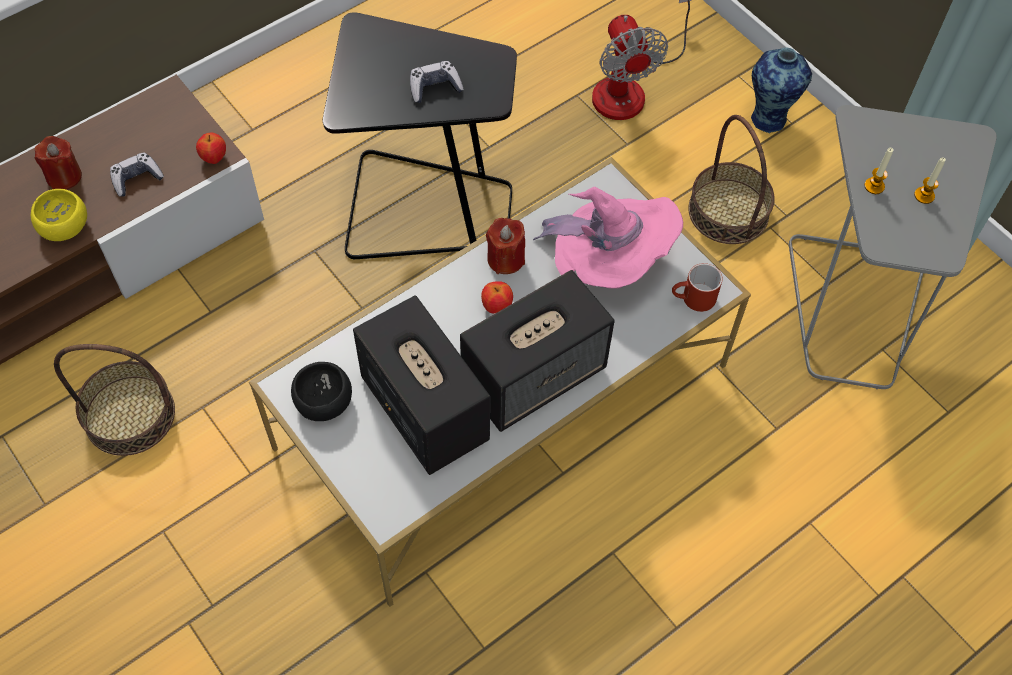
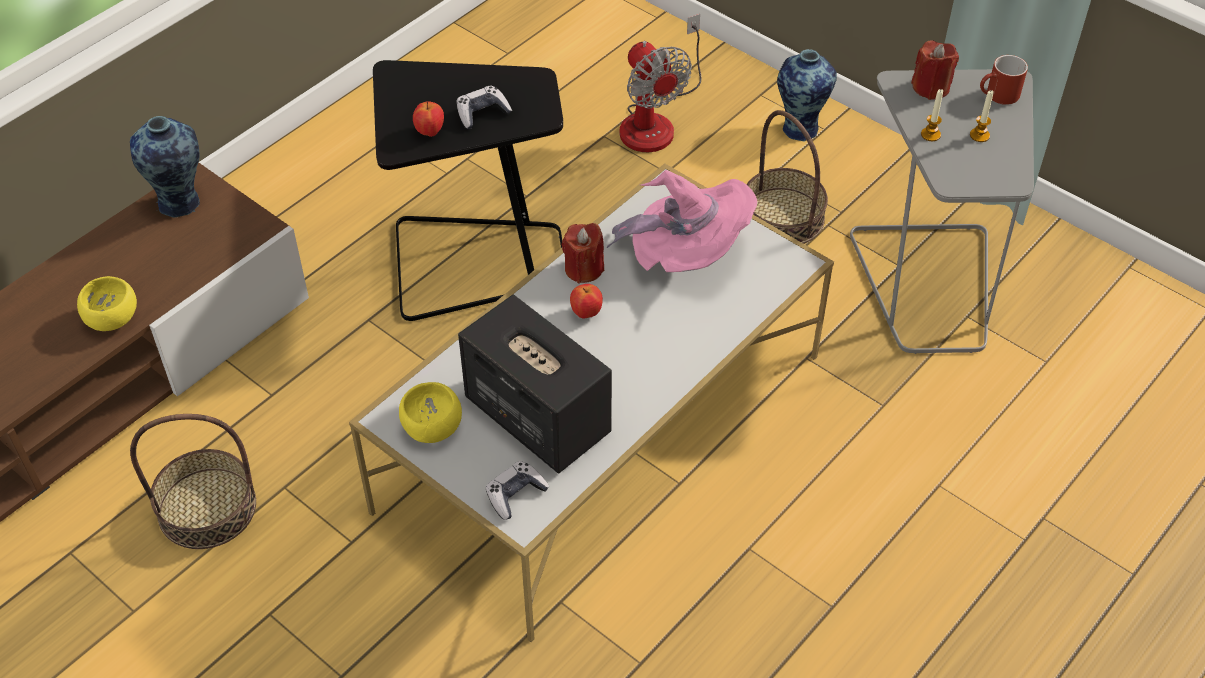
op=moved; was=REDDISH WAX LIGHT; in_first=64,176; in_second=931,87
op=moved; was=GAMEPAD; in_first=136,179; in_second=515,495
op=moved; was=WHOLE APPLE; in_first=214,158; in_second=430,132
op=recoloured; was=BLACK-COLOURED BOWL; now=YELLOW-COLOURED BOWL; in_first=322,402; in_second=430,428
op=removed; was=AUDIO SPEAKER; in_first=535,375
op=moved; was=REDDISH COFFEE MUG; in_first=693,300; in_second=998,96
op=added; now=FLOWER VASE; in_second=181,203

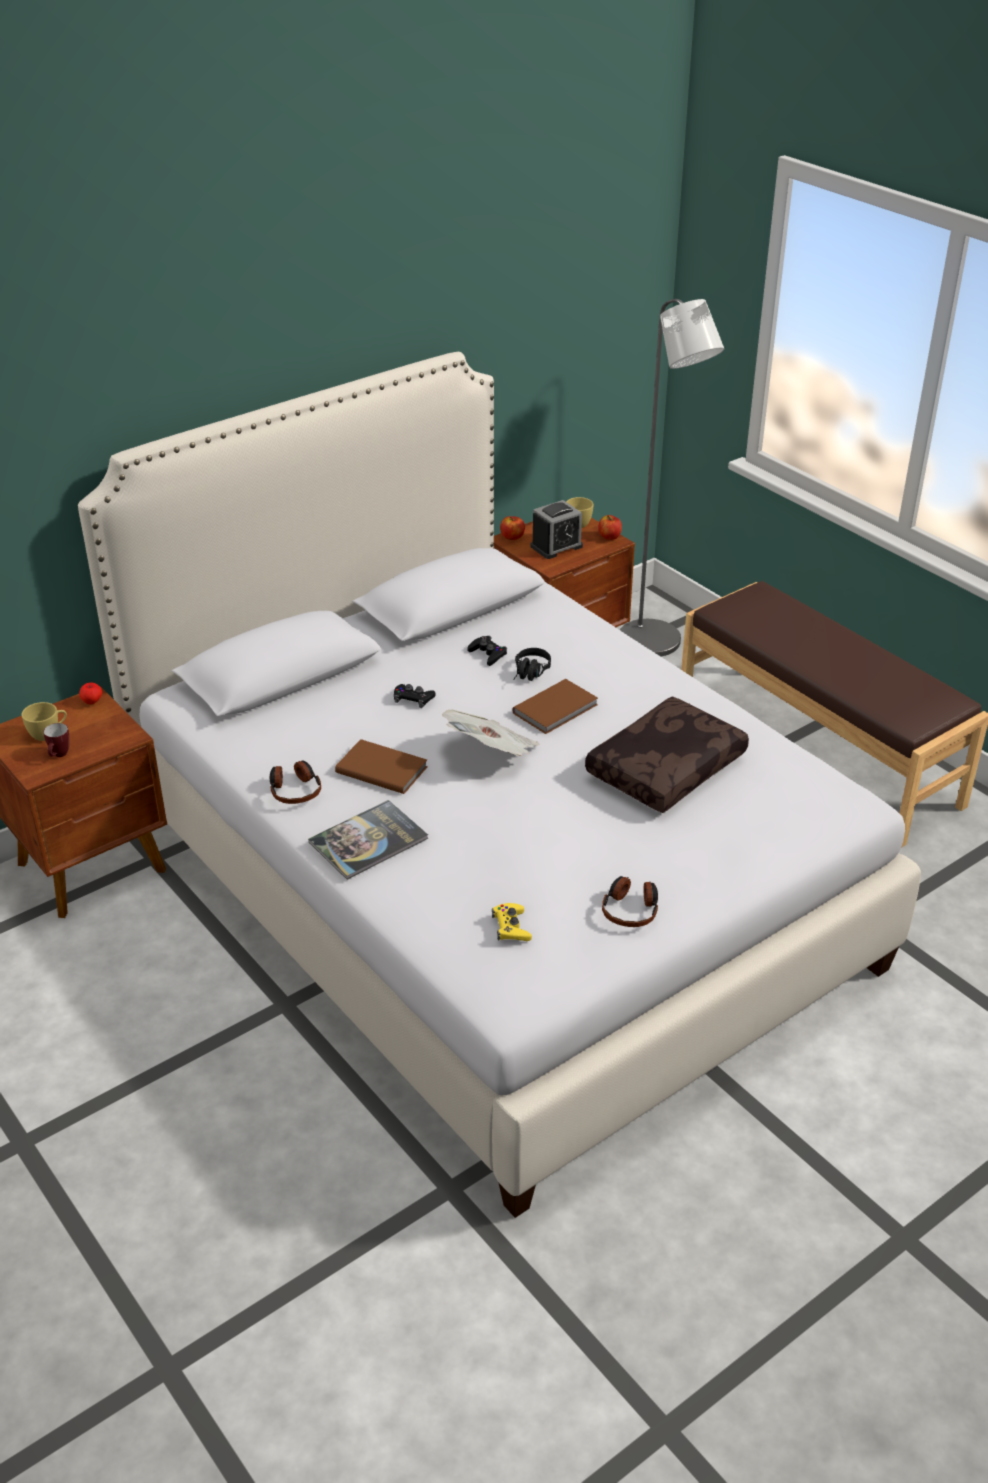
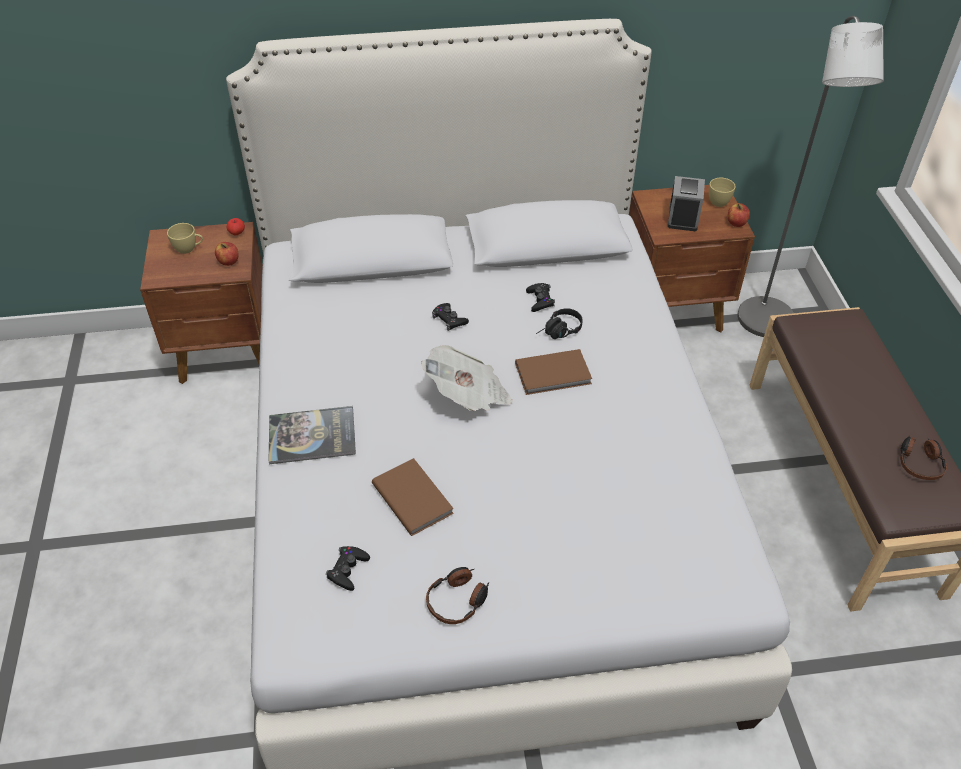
op=removed; was=COFFEE MUG; in_first=59,756
op=moved; was=PAIR OF HEADPHONES; in_first=294,790; in_second=919,462
op=moved; was=BROWNISH BOUND BOOK; in_first=381,768; in_second=413,497
op=recoloured; was=YELLOW-COLOURED GAMEPAD; now=BLACK-COLOURED GAMEPAD; in_first=511,927; in_second=348,570
op=moved; was=WHOLE APPLE; in_first=512,537; in_second=228,261
op=turned; was=BEDSIDE CLOCK; in_first=556,546; in_second=683,217; clockwise=-75
op=removed; was=BROWNISH CUSHION; in_first=665,767

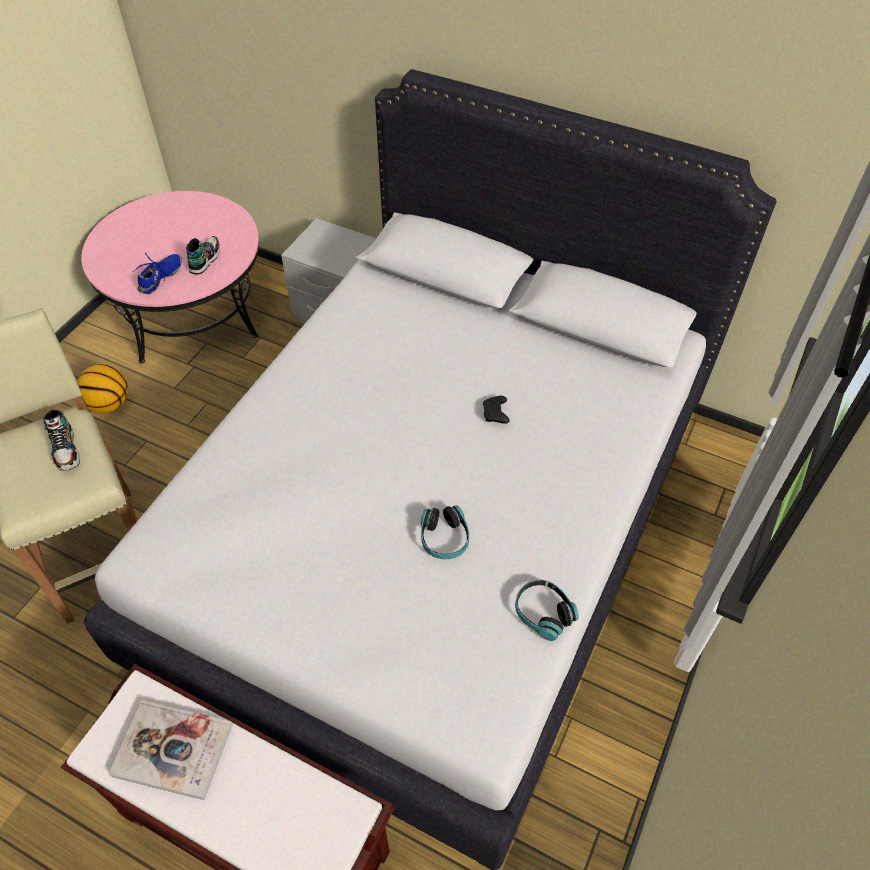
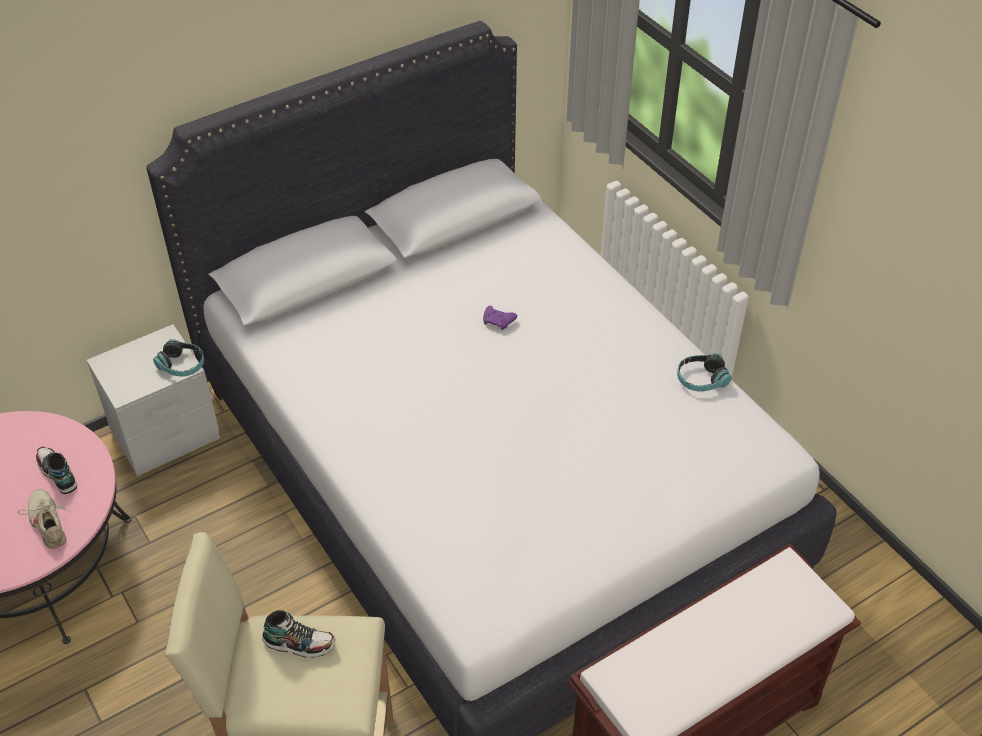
op=removed; was=BASKETBALL BALL; in_first=109,404
op=removed; was=BOUND BOOK; in_first=173,750
op=recoloured; was=BLUISH ITEM OF FOOTWEAR; now=SAND-COLOURED ITEM OF FOOTWEAR; in_first=161,278; in_second=49,523
op=moved; was=PAIR OF HEADPHONES; in_first=444,538; in_second=182,365
op=recoloured; was=BLACK-COLOURED GAMEPAD; now=PURPLE-COLOURED GAMEPAD; in_first=496,414; in_second=498,322

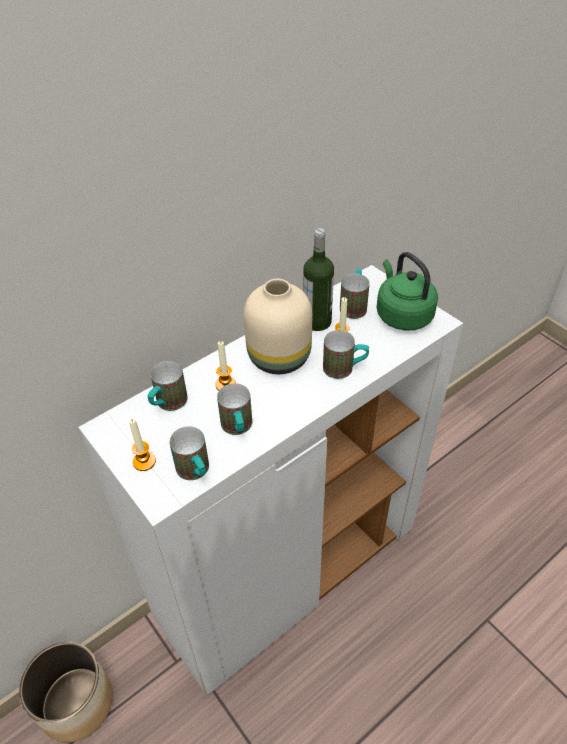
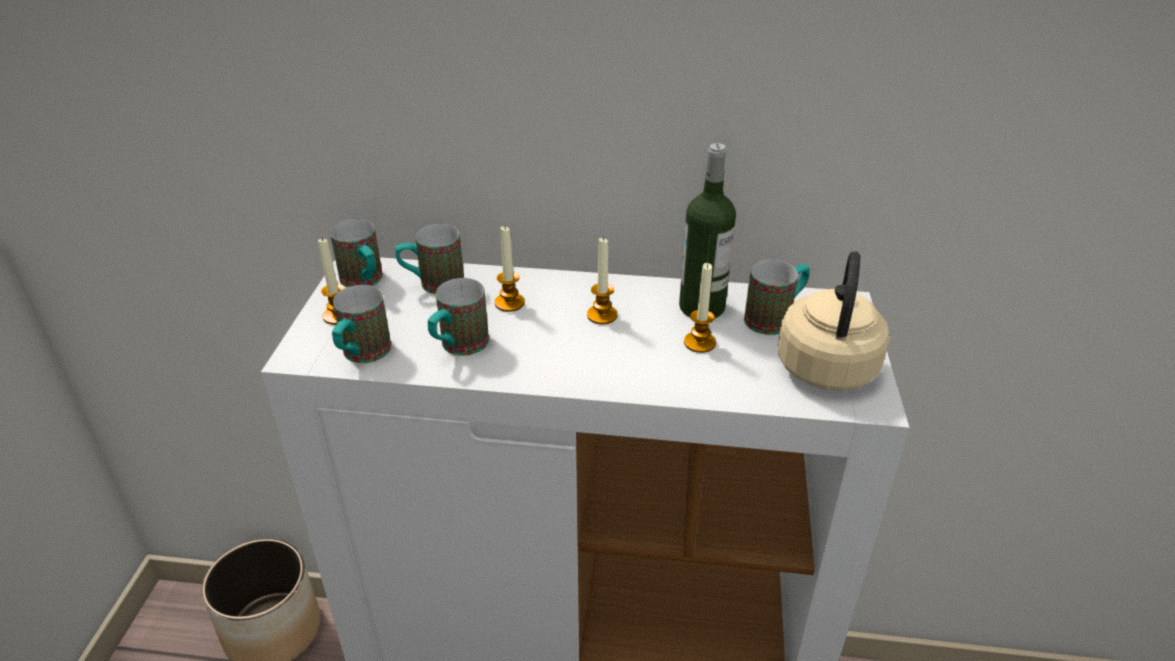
op=replaced; was=SAND-COLOURED FLOWER VASE; now=WAX LIGHT; in_first=280,358; in_second=602,315
op=moved; was=COFFEE MUG; in_first=344,369; in_second=365,282
op=recoloured; was=GREENISH TEA KETTLE; now=SAND-COLOURED TEA KETTLE; in_first=402,314; in_second=827,364

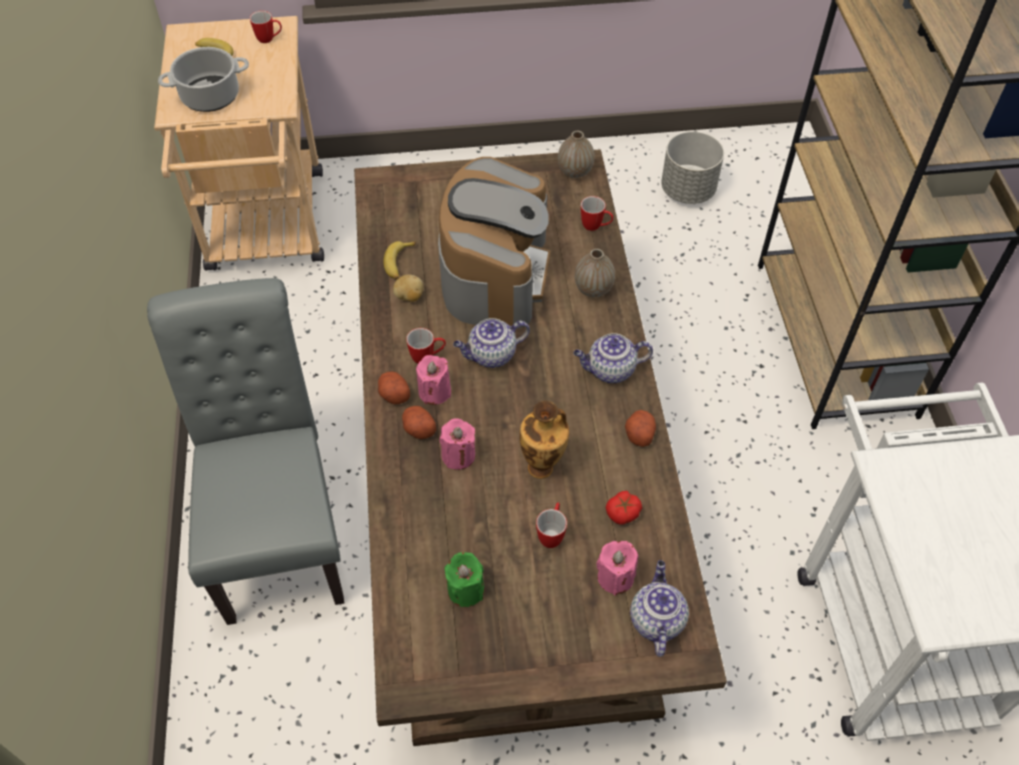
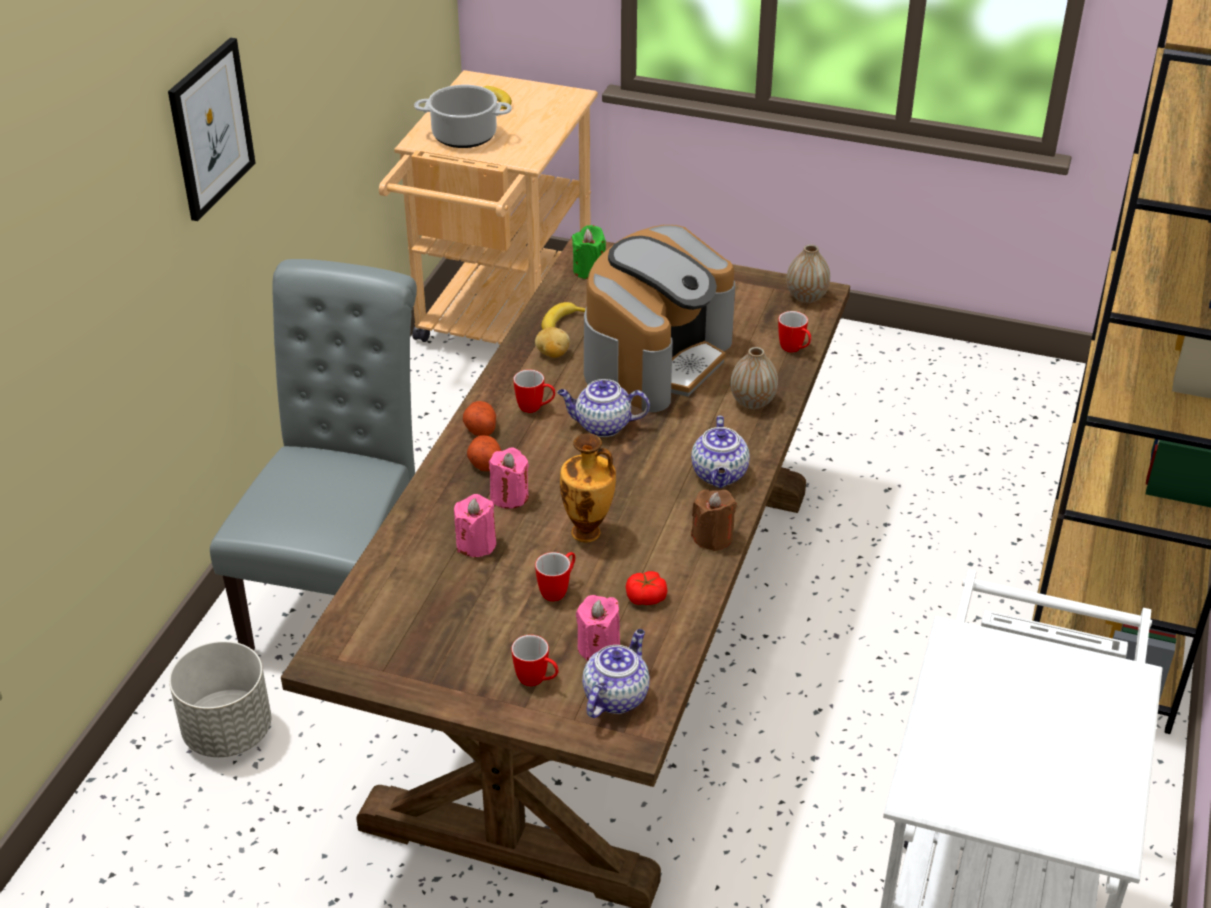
op=moved; was=COFFEE MUG; in_first=269,39; in_second=537,681
op=moved; was=PINKISH WAX LIGHT; in_first=434,391; in_second=476,544
op=moved; was=GREENISH WAX LIGHT; in_first=465,590; in_second=589,270
op=turned; was=TEAPOT; in_first=610,370; in_second=720,475; clockwise=-105
op=replaced; was=WHOLE POTATO; now=BROWNISH WAX LIGHT; in_first=639,433; in_second=712,537
op=moved; was=GREYISH FLOWER POT; in_first=688,190; in_second=229,732
op=added; now=WALL ART; in_second=210,128

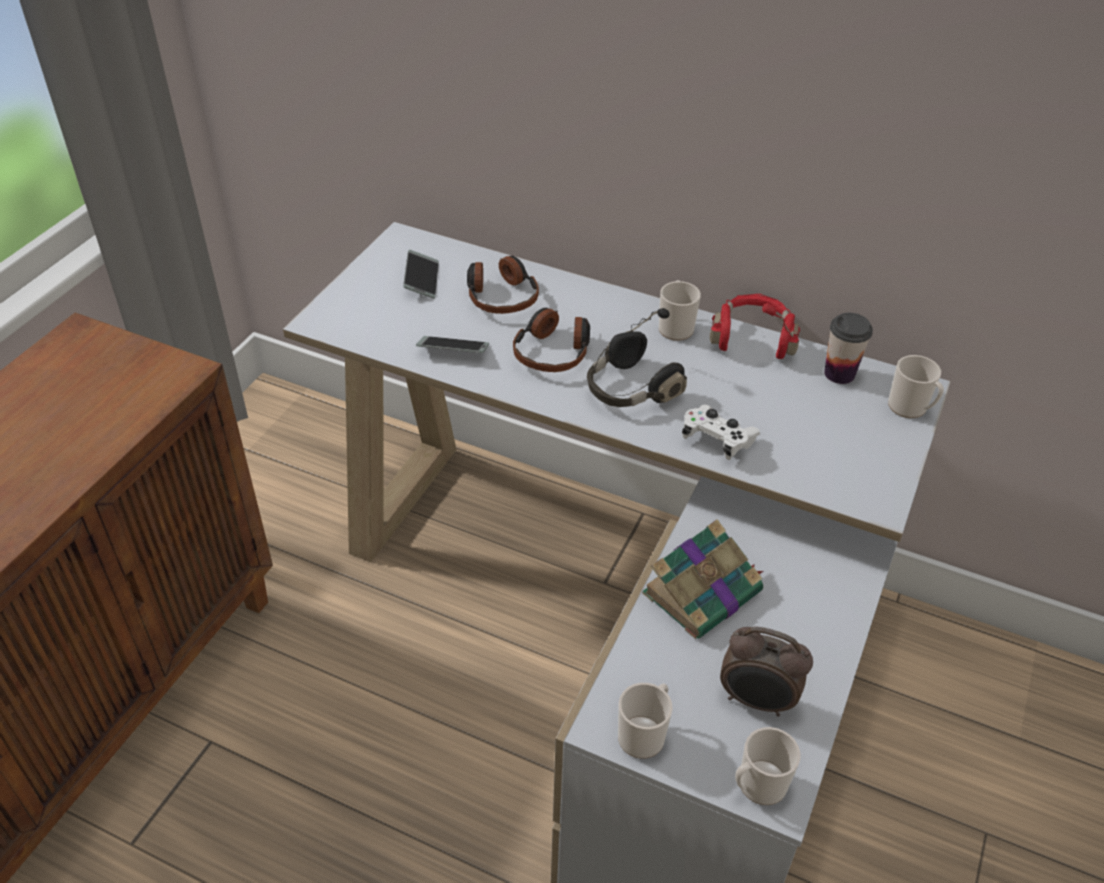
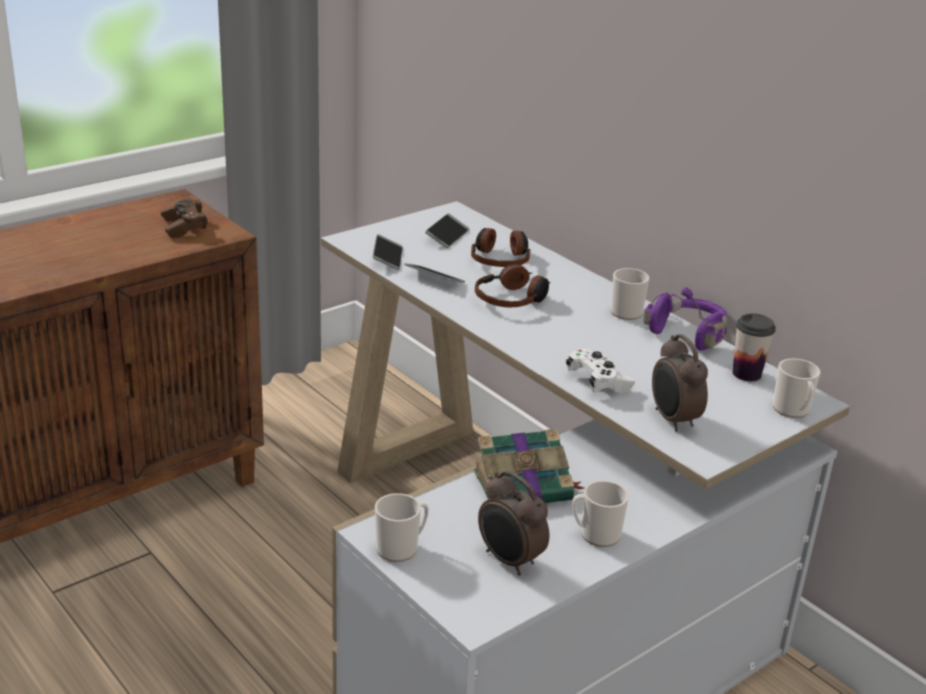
op=removed; was=BLACK-COLOURED PAIR OF HEADPHONES; in_first=630,389
op=recoloured; was=REDDISH PAIR OF HEADPHONES; now=PURPLE-COLOURED PAIR OF HEADPHONES; in_first=753,338; in_second=689,334
op=moved; was=COFFEE MUG; in_first=757,786; in_second=595,534
op=added; now=BROWNISH GAMEPAD; in_second=184,227
op=added; now=HANDSET; in_second=387,258
op=added; now=BEDSIDE CLOCK; in_second=672,420

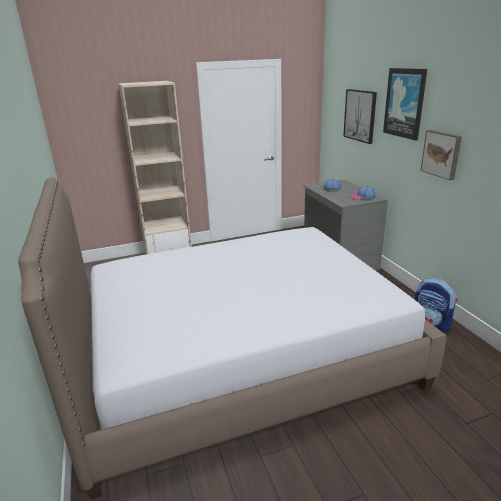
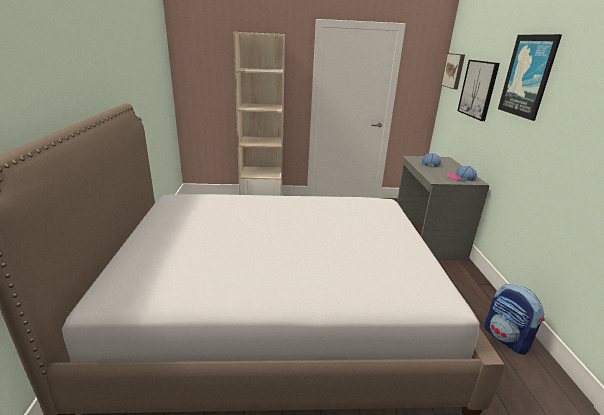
op=moved; was=WALL ART; in_first=441,154; in_second=454,70

